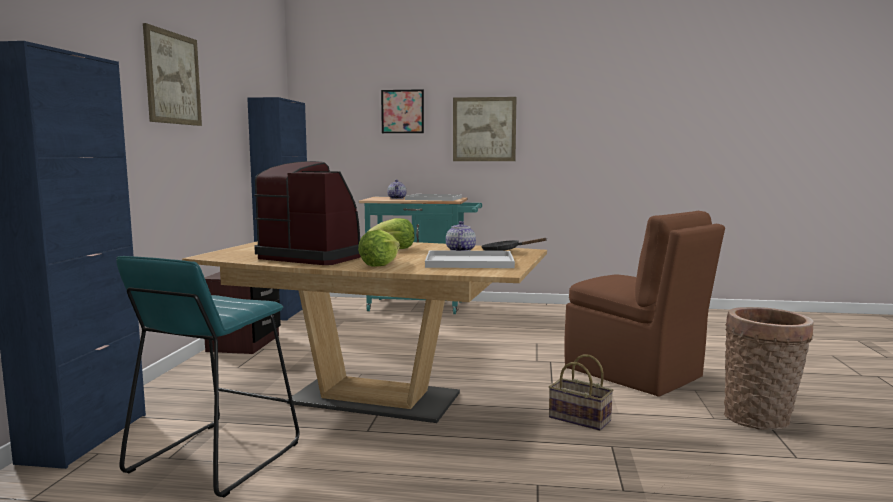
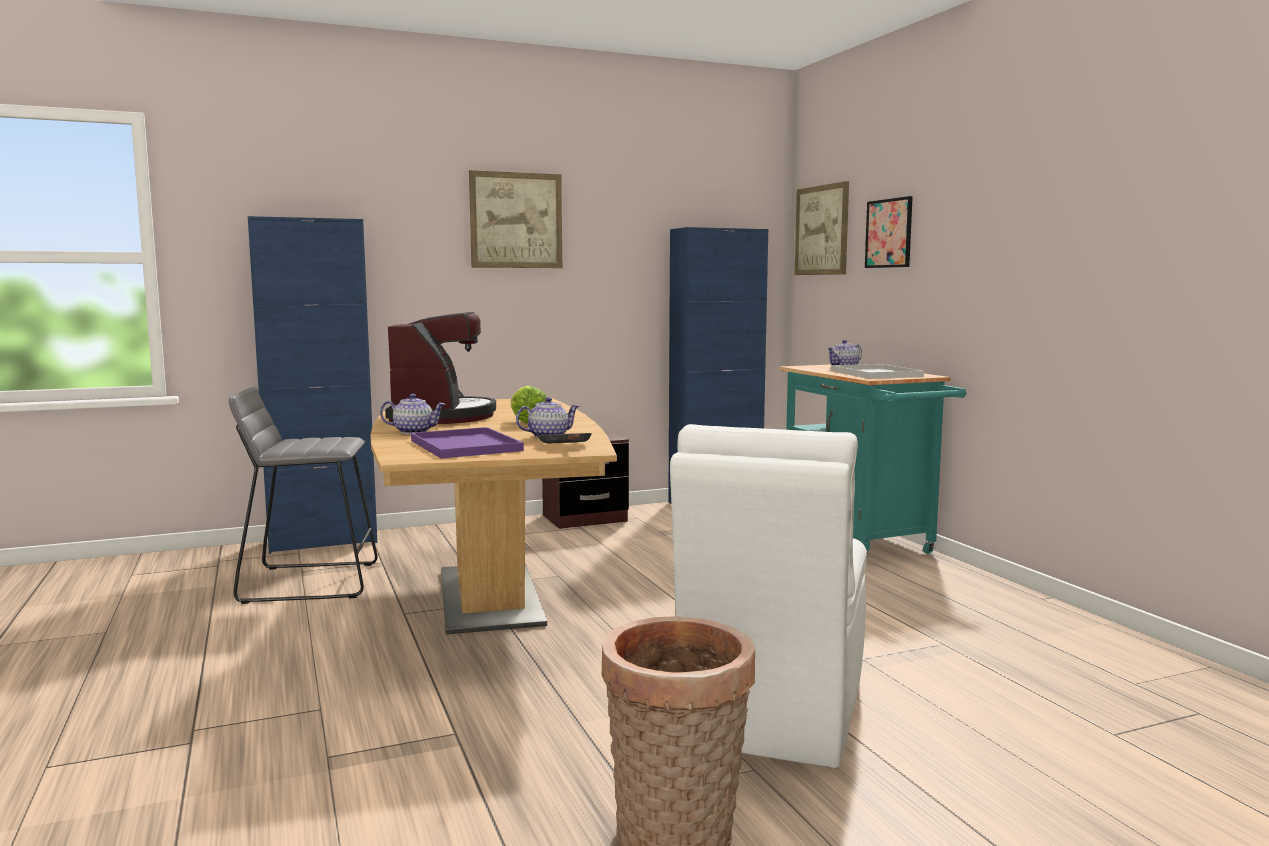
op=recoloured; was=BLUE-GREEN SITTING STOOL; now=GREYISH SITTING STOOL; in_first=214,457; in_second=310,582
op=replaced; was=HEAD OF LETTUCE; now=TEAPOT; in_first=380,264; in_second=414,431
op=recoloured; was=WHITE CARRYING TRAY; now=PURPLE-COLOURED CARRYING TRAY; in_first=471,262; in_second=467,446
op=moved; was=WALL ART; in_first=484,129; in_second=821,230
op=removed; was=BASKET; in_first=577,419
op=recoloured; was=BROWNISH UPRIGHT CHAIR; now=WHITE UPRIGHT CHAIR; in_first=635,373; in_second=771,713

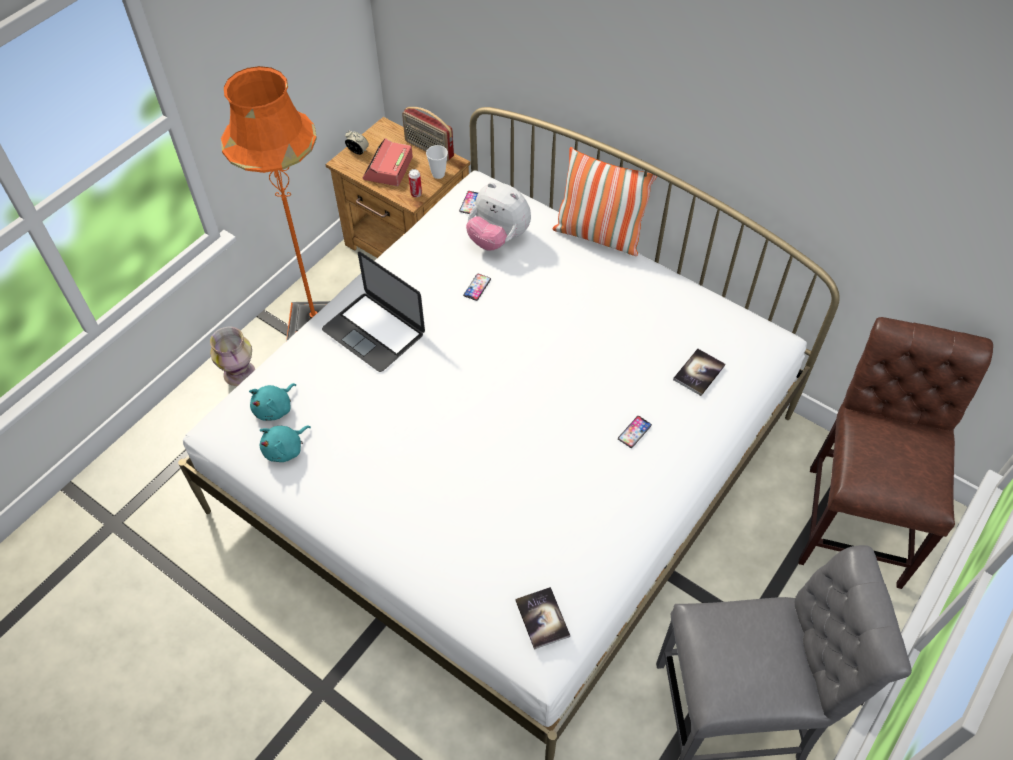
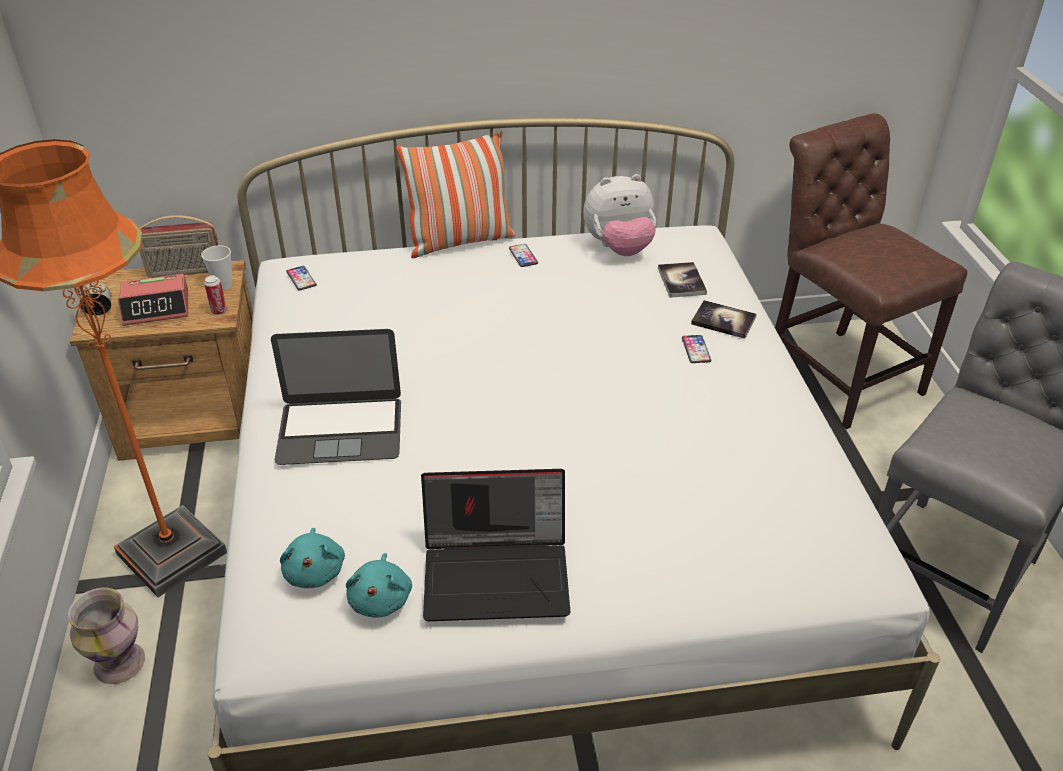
op=turned; was=BEDSIDE CLOCK; in_first=388,168; in_second=157,308; clockwise=-75
op=moved; was=HANDSET; in_first=477,287; in_second=523,256
op=moved; was=CUDDLY TOY; in_first=498,238; in_second=619,248
op=moved; was=BOUND BOOK; in_first=542,618; in_second=723,321
op=added; now=LAPTOP; in_second=498,573

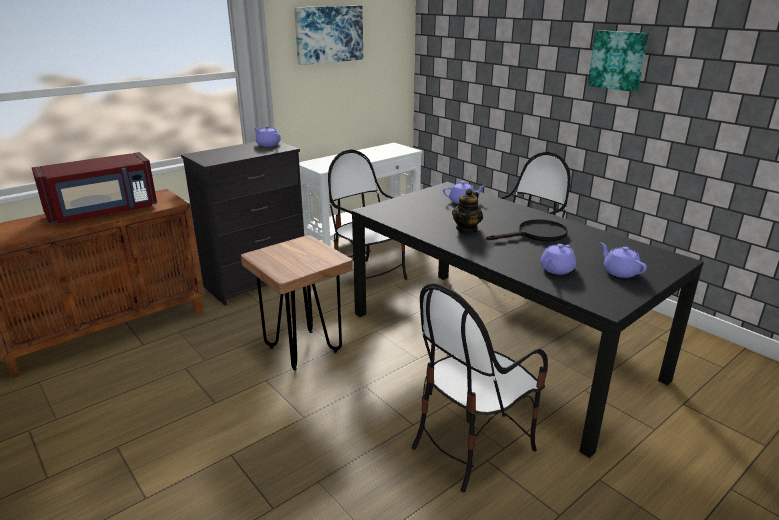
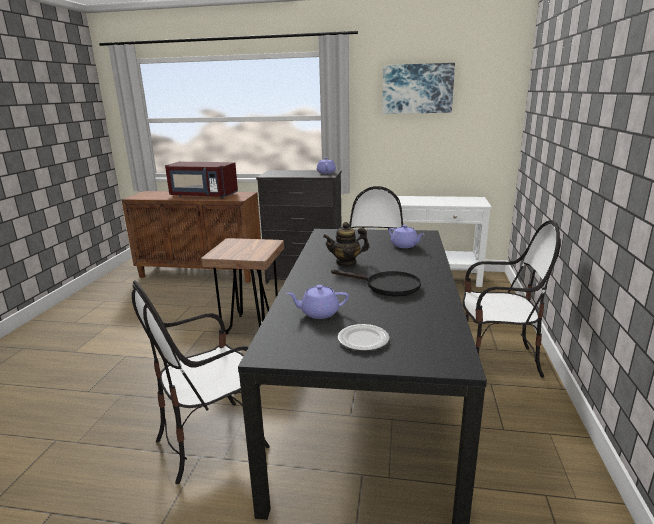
op=turned; was=UPRIGHT CHAIR; in_first=471,445; in_second=212,440; clockwise=-45
op=removed; was=WALL ART; in_first=618,60
op=replaced; was=PURPLE-COLOURED TEAPOT; now=PLATE; in_first=619,272; in_second=362,340

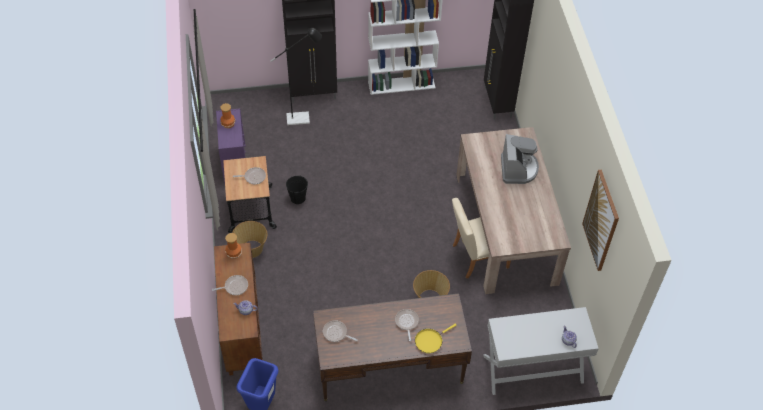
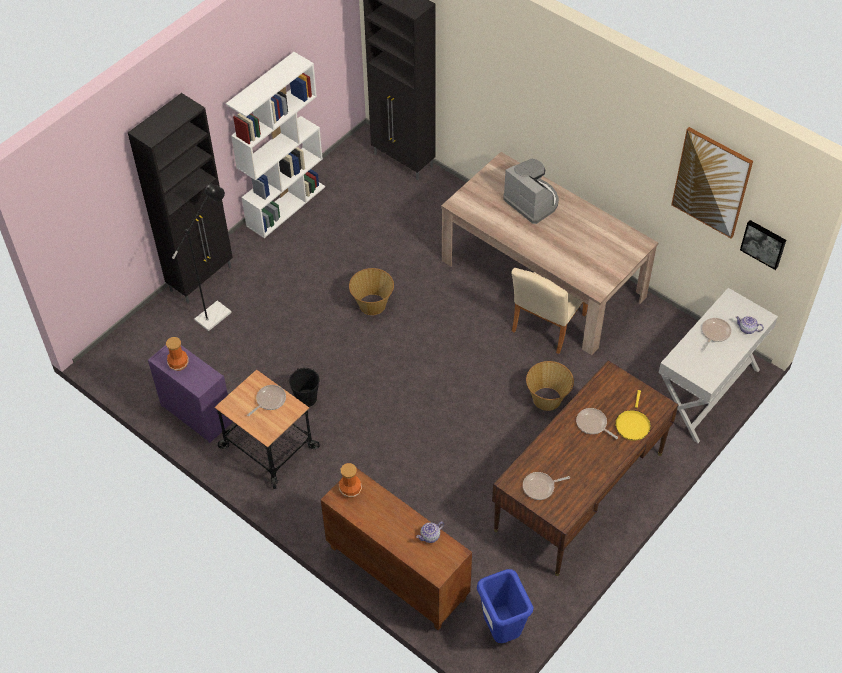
op=moved; was=SKILLET; in_first=234,287; in_second=714,333
op=moved; was=BASKET; in_first=251,249; in_second=372,305
op=added; now=WALL ART; in_second=764,243

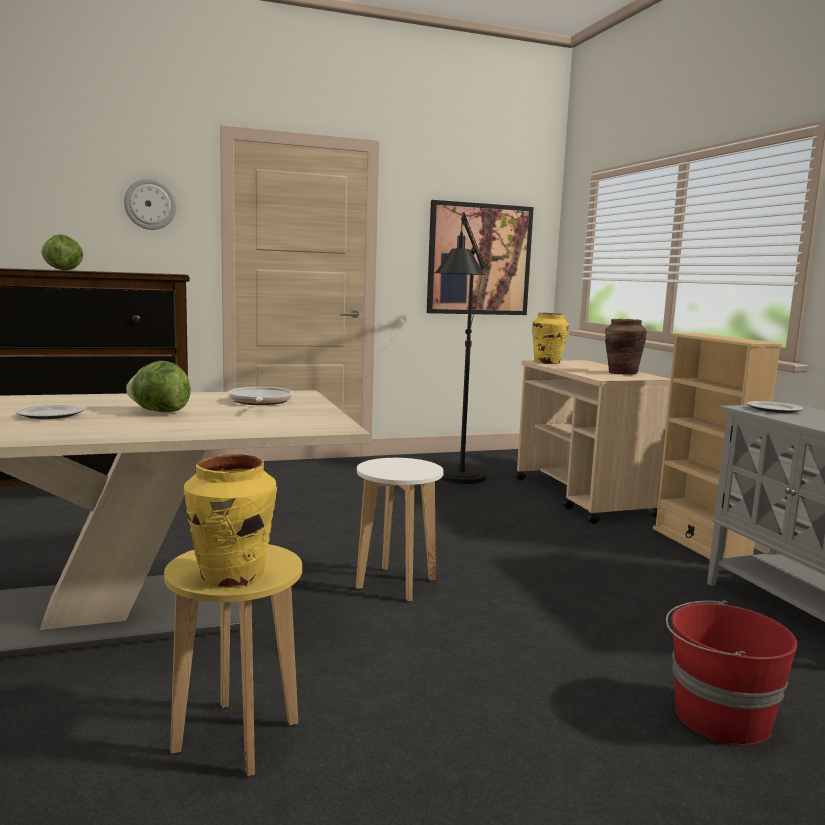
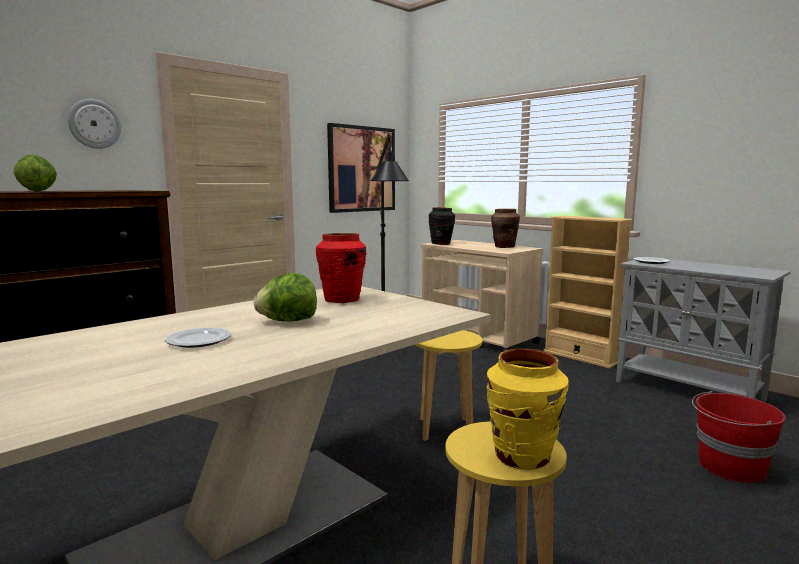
op=replaced; was=SKILLET; now=REDDISH FLOWER VASE; in_first=260,402; in_second=342,300
op=recoloured; was=WHITE SITTING STOOL; now=YELLOW-COLOURED SITTING STOOL; in_first=396,584; in_second=446,430
op=recoloured; was=YELLOW-COLOURED FLOWER VASE; now=BLACK-COLOURED FLOWER VASE; in_first=547,362; in_second=441,244

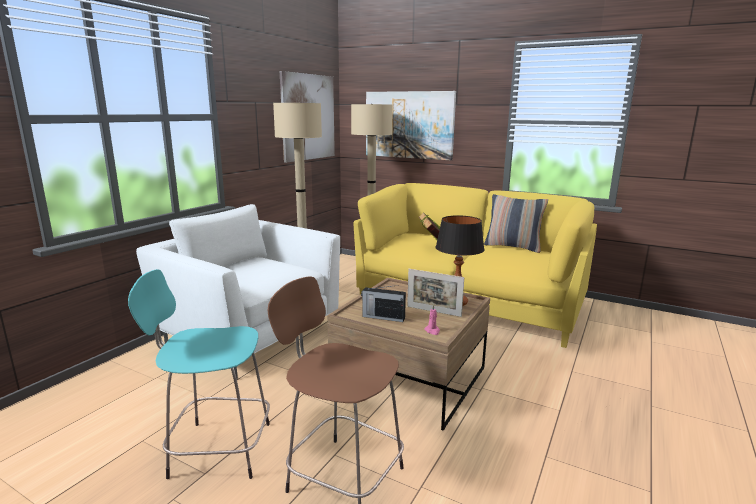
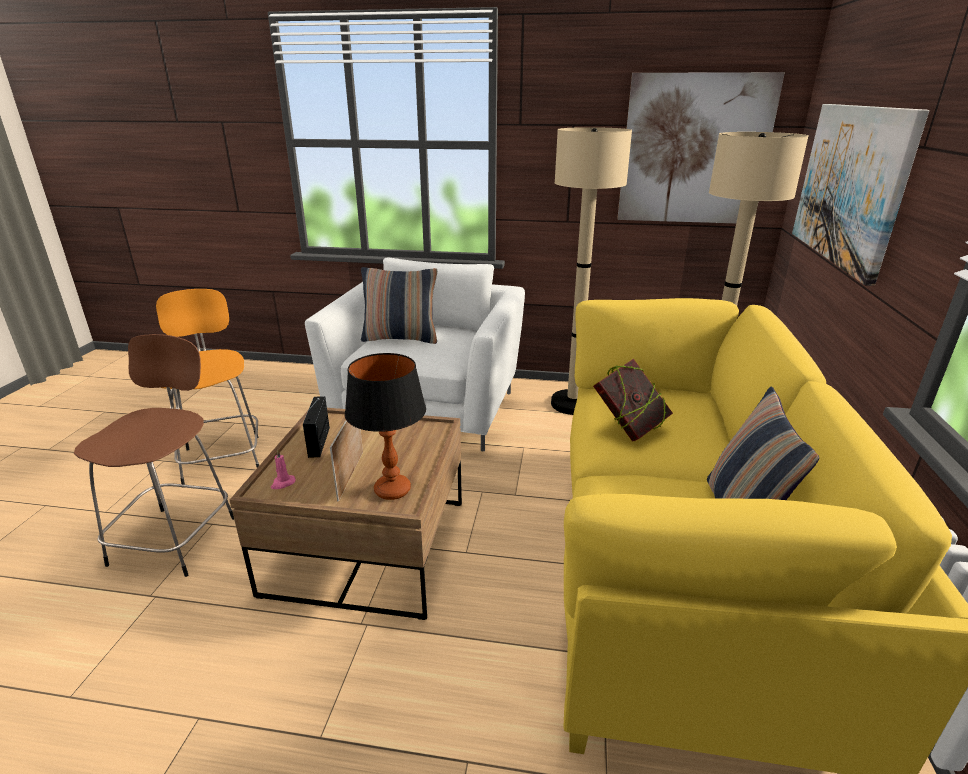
op=recoloured; was=BLUE-GREEN SITTING STOOL; now=ORANGE-COLOURED SITTING STOOL; in_first=217,449; in_second=223,458
op=added; now=CUSHION; in_second=401,338

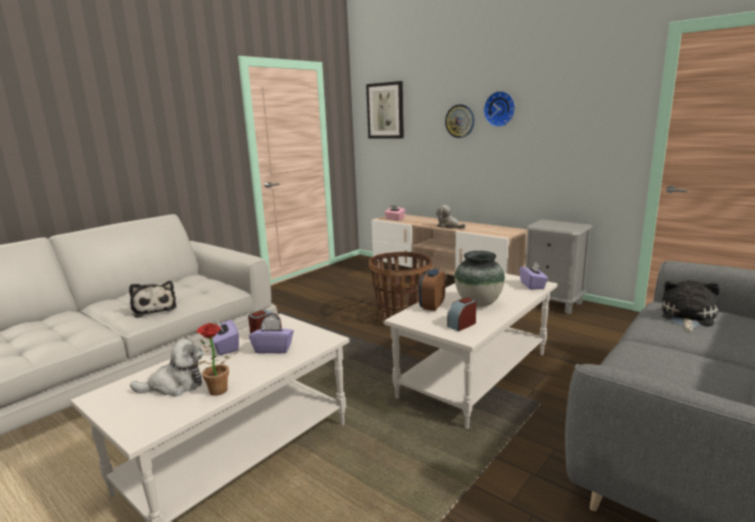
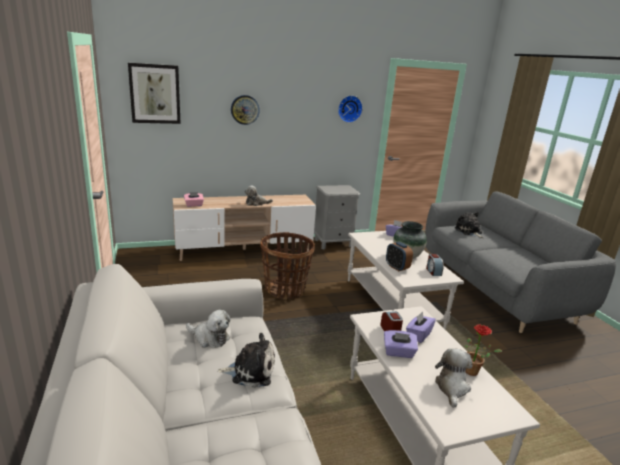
op=moved; was=WALL CLOCK; in_first=500,109; in_second=349,108
op=added; now=CUDDLY TOY; in_second=209,338

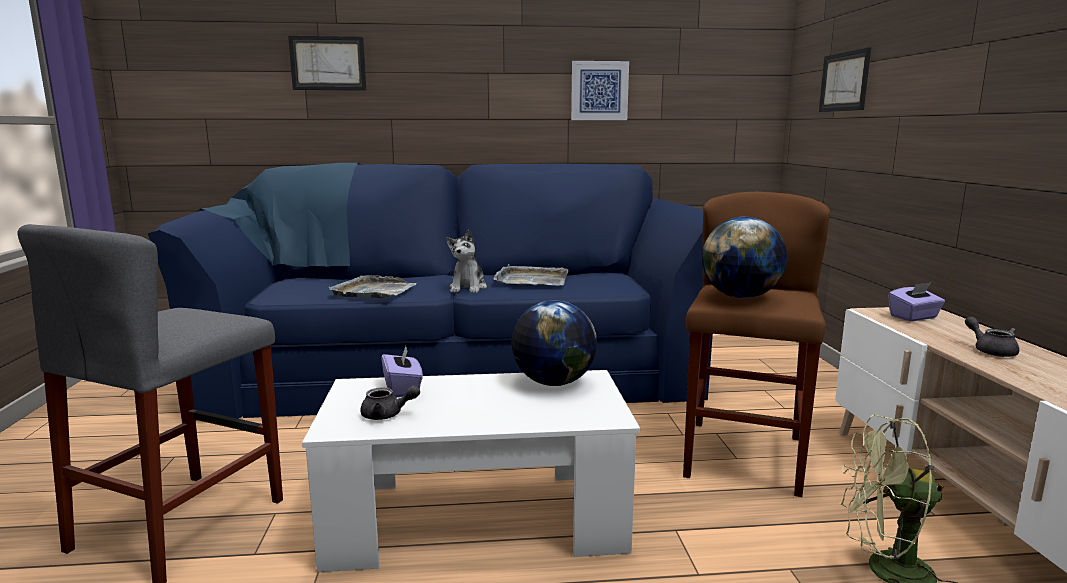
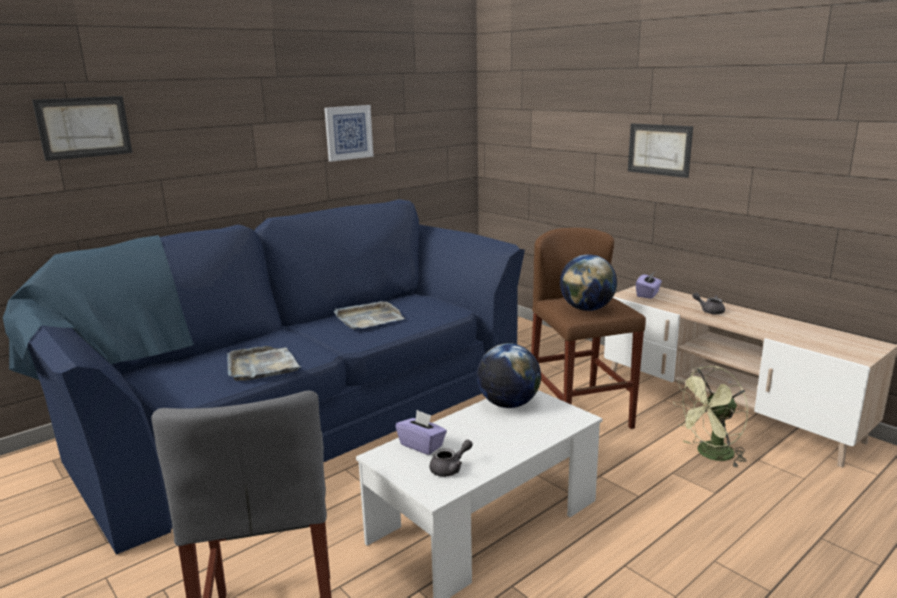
op=removed; was=CUDDLY TOY; in_first=468,288
op=moved; was=WALL ART; in_first=844,81; in_second=659,149

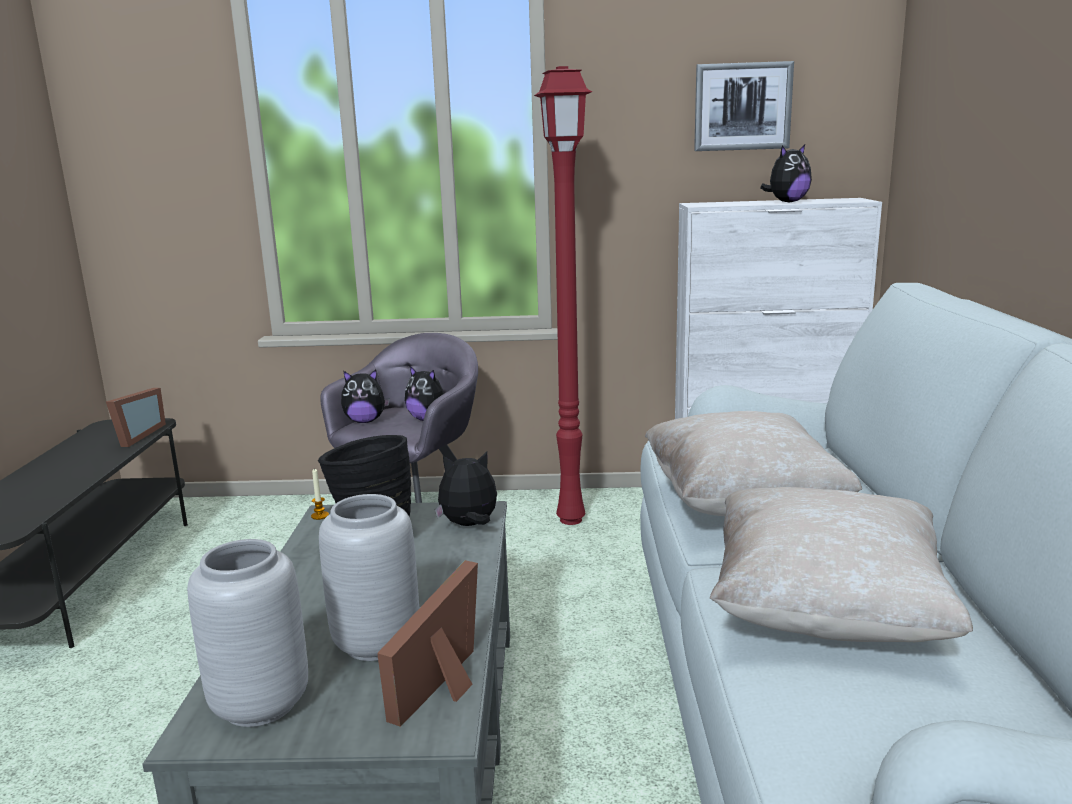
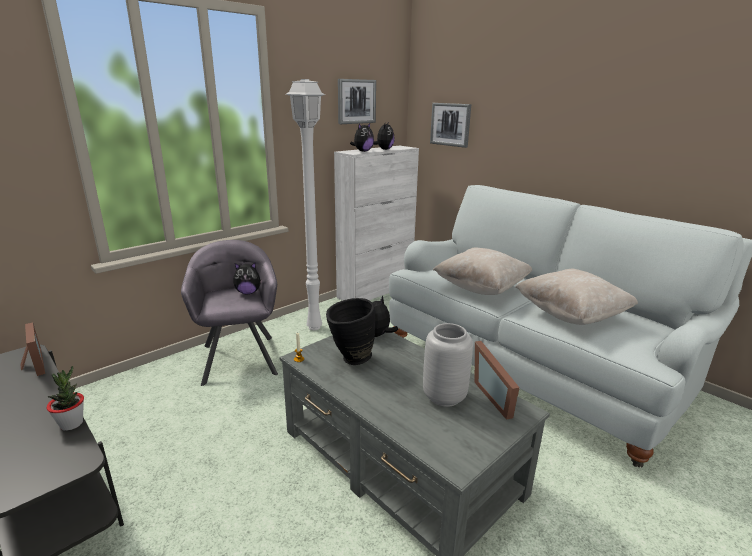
op=removed; was=GREYISH FLOWER VASE; in_first=260,705
op=moved; was=CUDDLY TOY; in_first=365,421; in_second=363,151
op=recoloured; was=REDDISH FLOOR LAMP; now=WHITE FLOOR LAMP; in_first=569,521; in_second=314,328
op=added; now=POTTED PLANT; in_second=72,424
op=added; now=WALL ART; in_second=450,124

